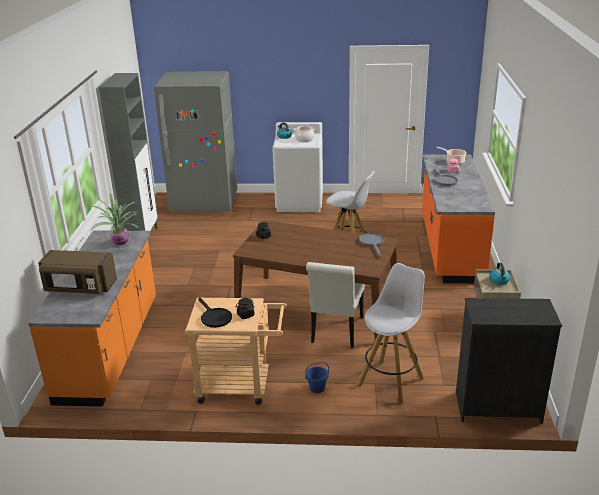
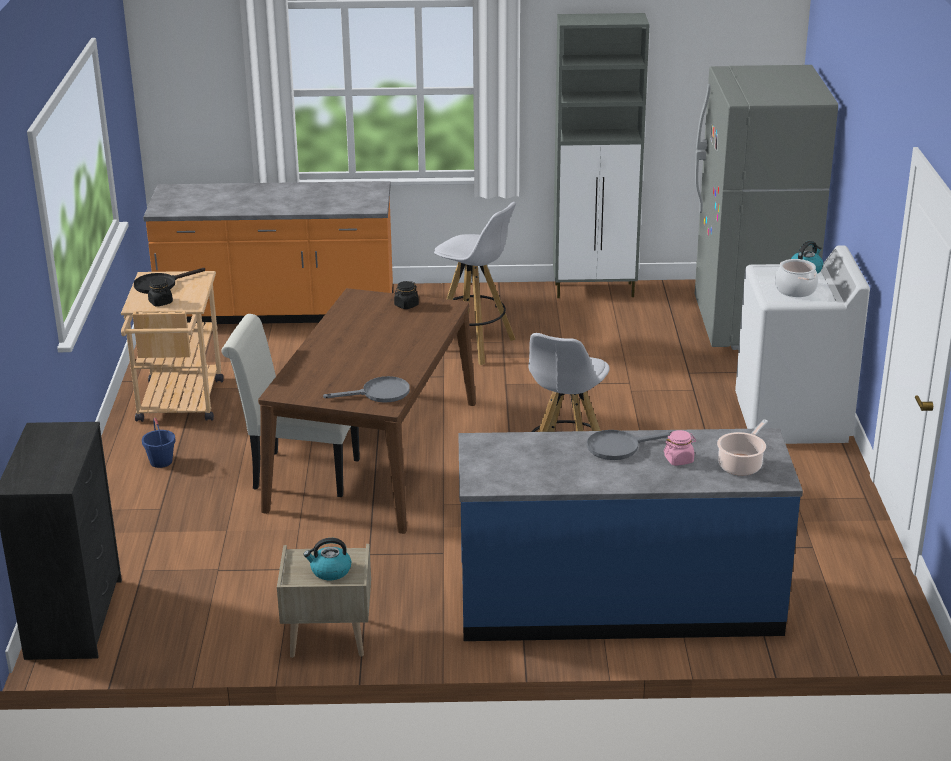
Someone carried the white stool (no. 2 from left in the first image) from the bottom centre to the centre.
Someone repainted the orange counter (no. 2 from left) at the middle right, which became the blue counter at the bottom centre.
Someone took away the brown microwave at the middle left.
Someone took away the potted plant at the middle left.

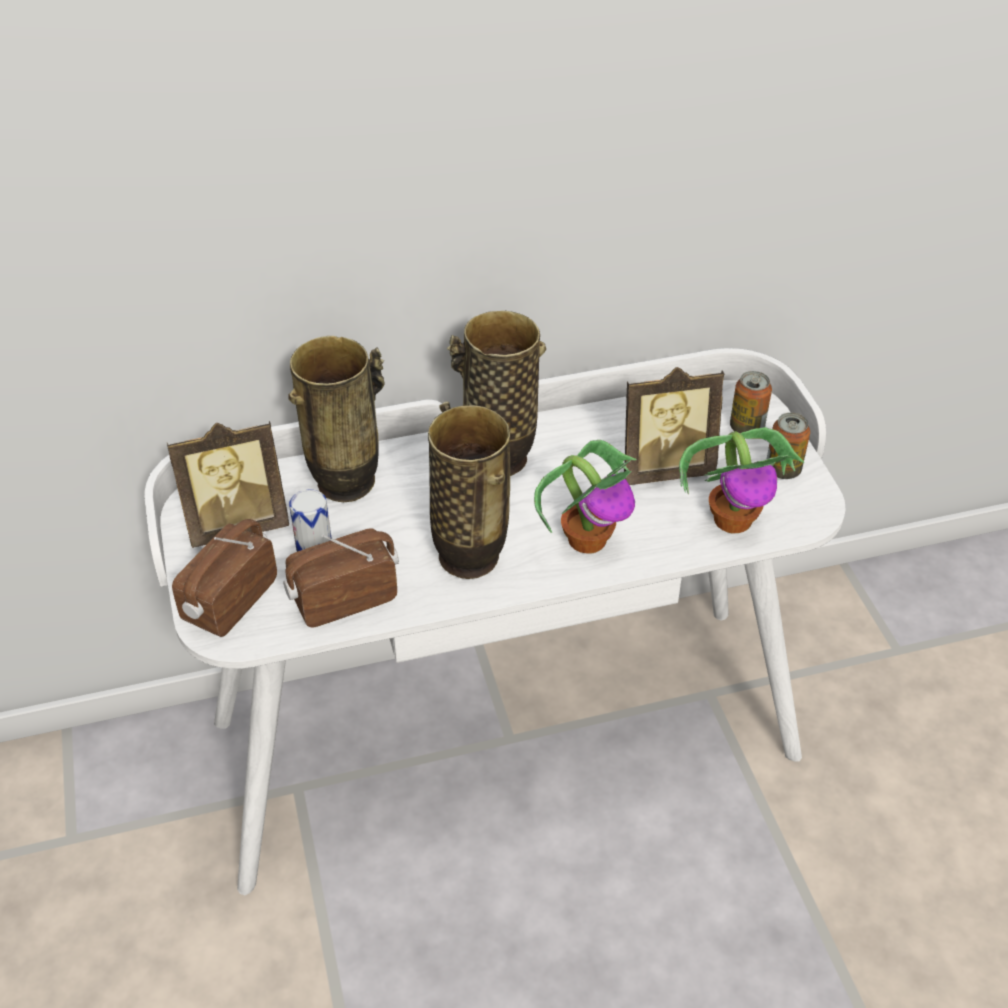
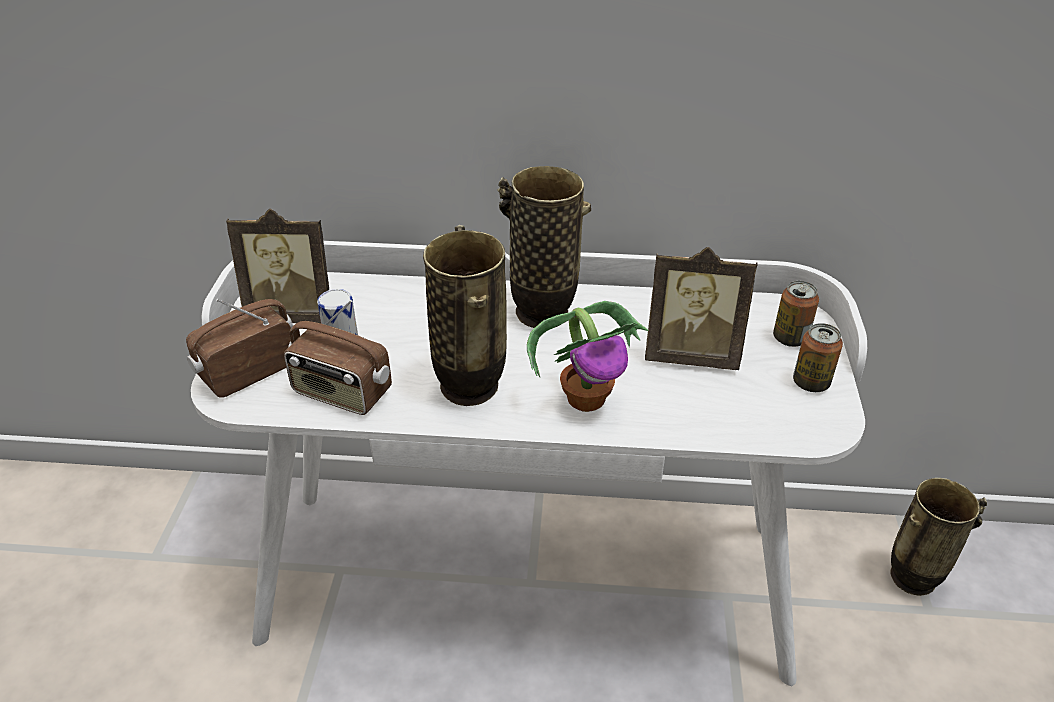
Someone rotated the radio (no. 2 from left) at the centre by 150 degrees counterclockwise.
Someone carried the vase (no. 1 from left in the first image) from the centre to the bottom right.
Someone took away the potted plant (no. 2 from left) at the middle right.

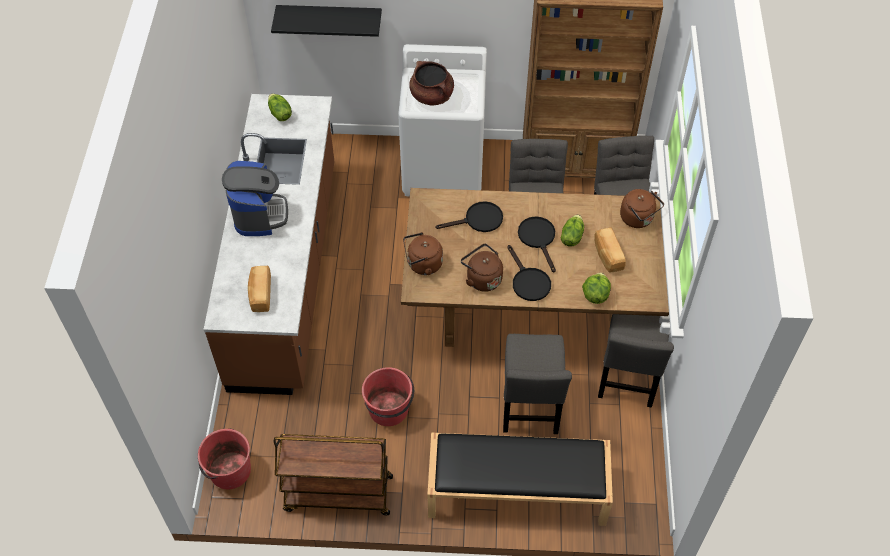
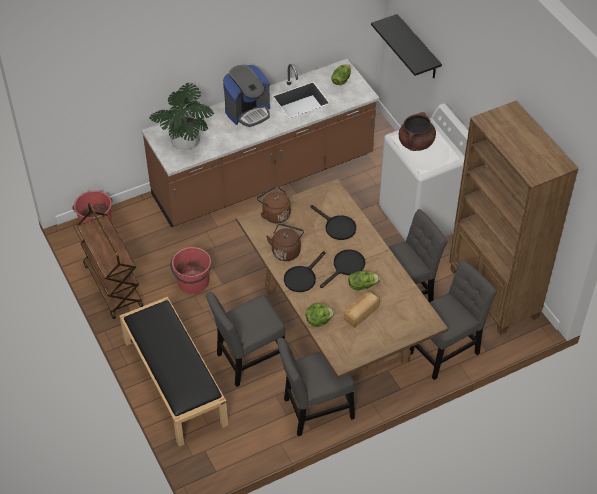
Someone swapped the bread (no. 1 from left) at the middle left for the potted plant at the top left.
Someone took away the brown kettle (no. 3 from left) at the middle right.

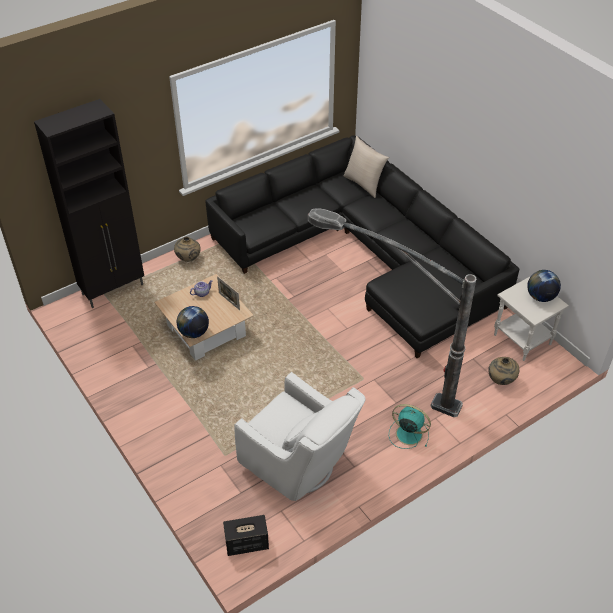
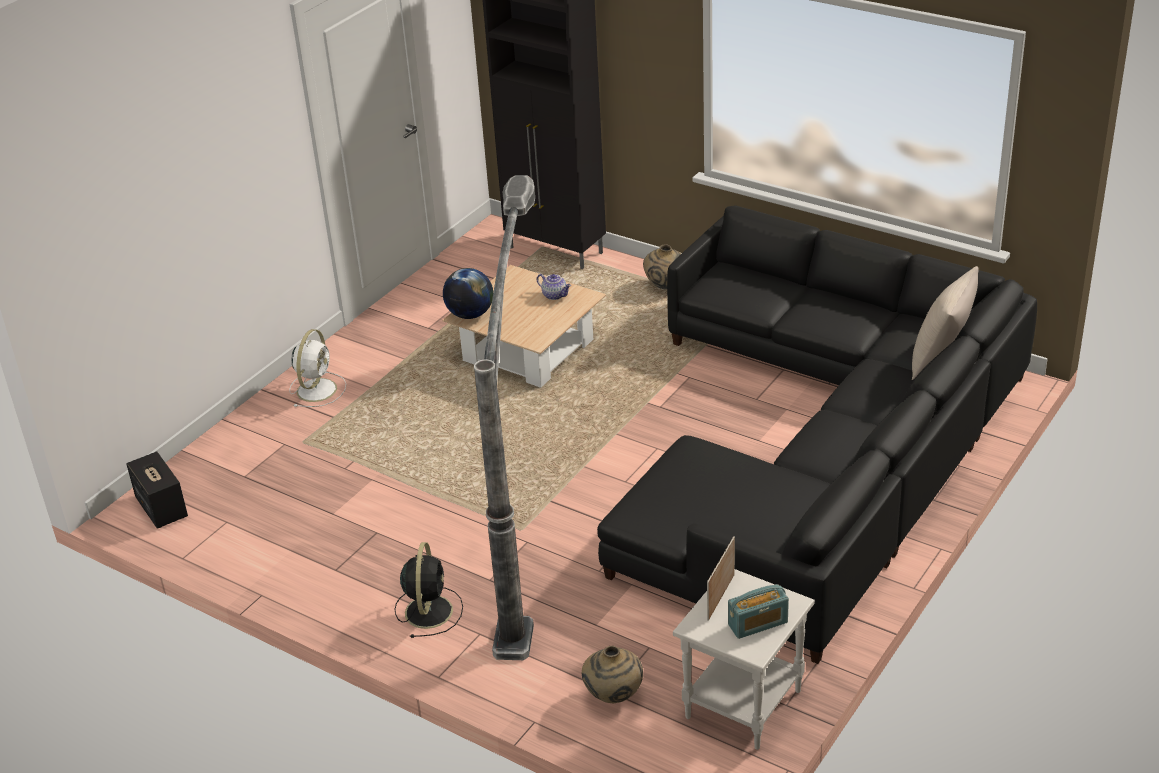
Someone put down the white fan at the middle left.
Someone repainted the turquoise fan at the bottom right, which became the black fan at the bottom centre.
Someone carried the picture frame from the centre to the bottom centre.
Someone swapped the globe (no. 2 from left) at the middle right for the radio at the bottom centre.
Someone took away the white armchair at the bottom centre.

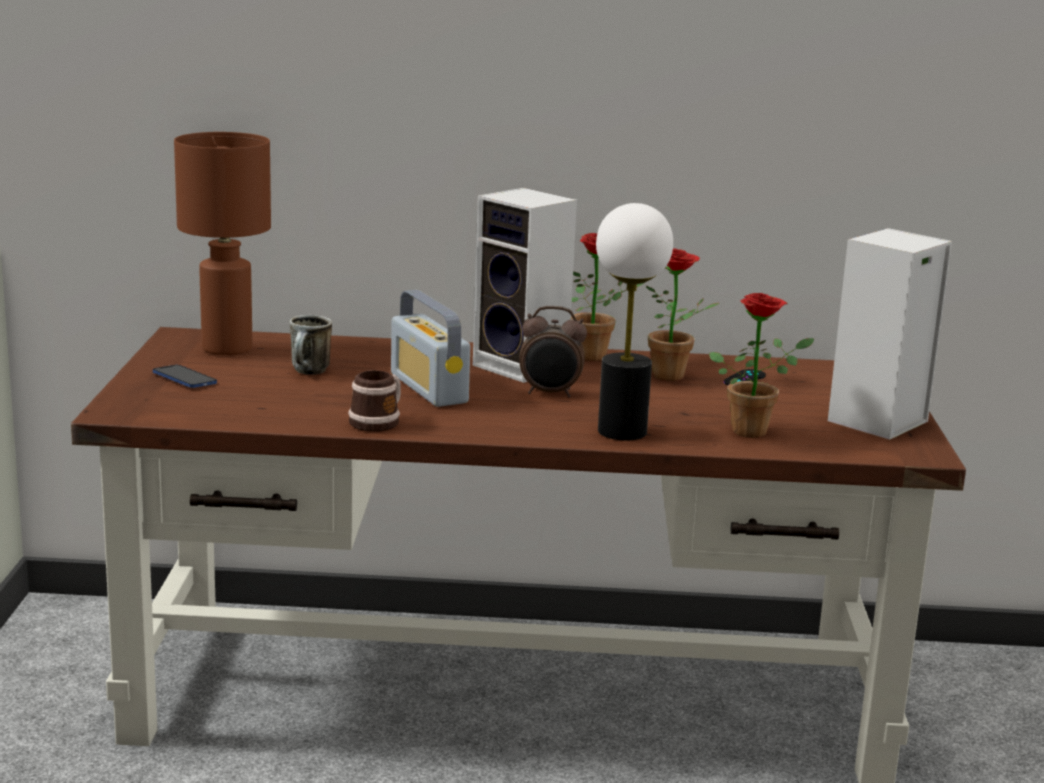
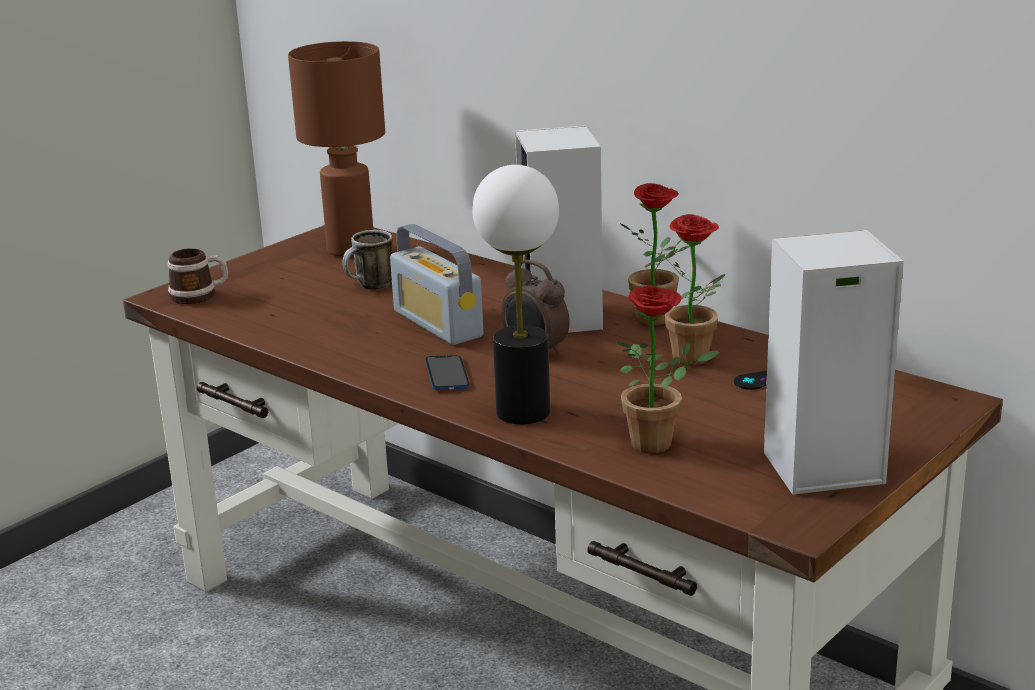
Someone carried the mug (no. 2 from left in the first image) from the centre to the middle left.
Someone rotated the radio at the centre by 45 degrees counterclockwise.
Someone carried the phone from the middle left to the centre.

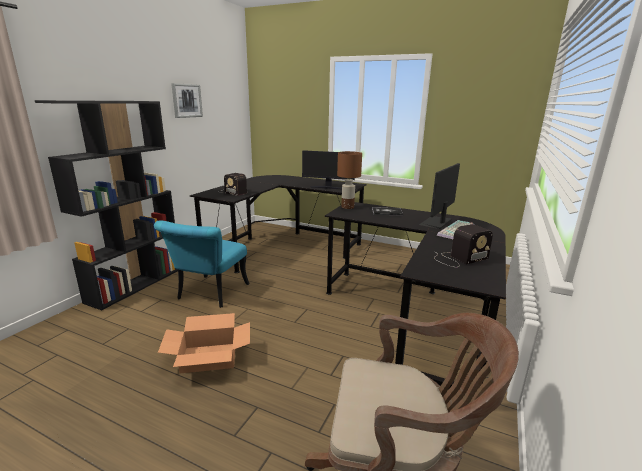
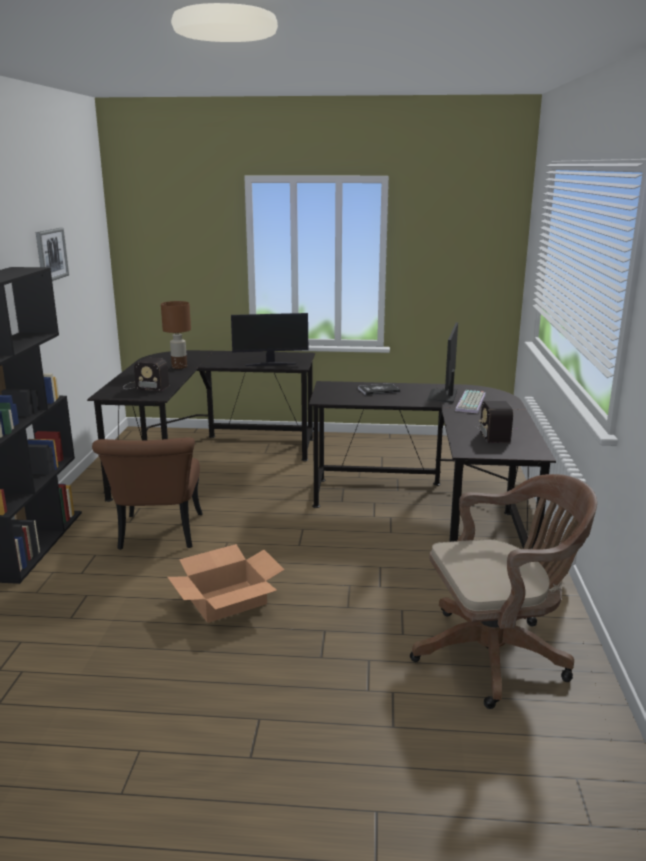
Someone repainted the turquoise chair at the middle left, which became the brown chair at the middle left.
Someone carried the brown table lamp from the centre to the middle left.
Someone rotated the radio (no. 2 from left) at the middle right by 135 degrees clockwise.

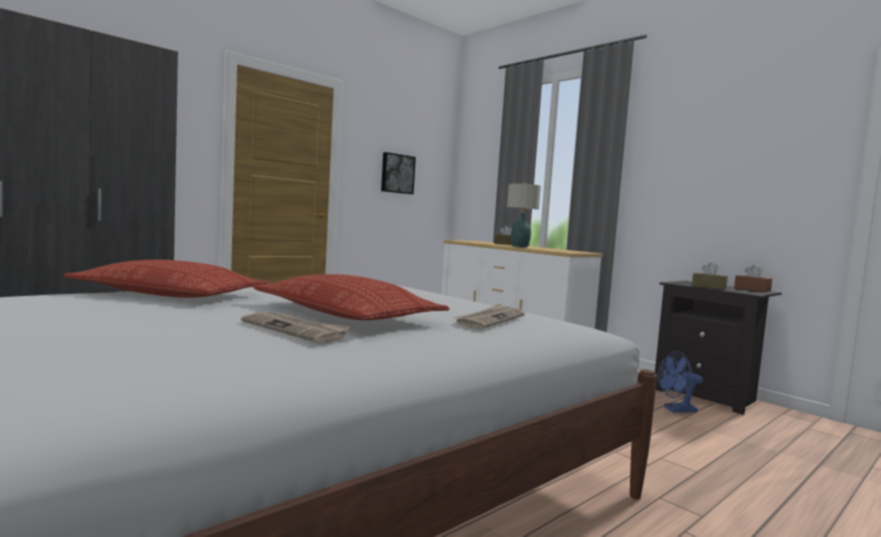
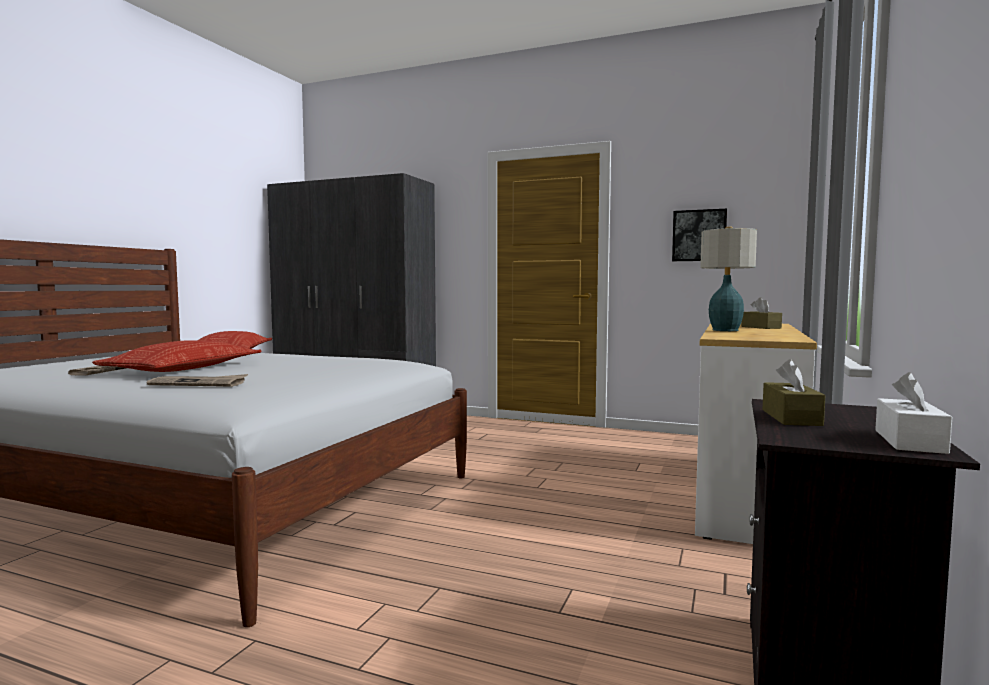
Someone repainted the brown tissue box (no. 3 from left) at the middle right, which became the white tissue box at the middle right.
Someone took away the blue fan at the bottom right.

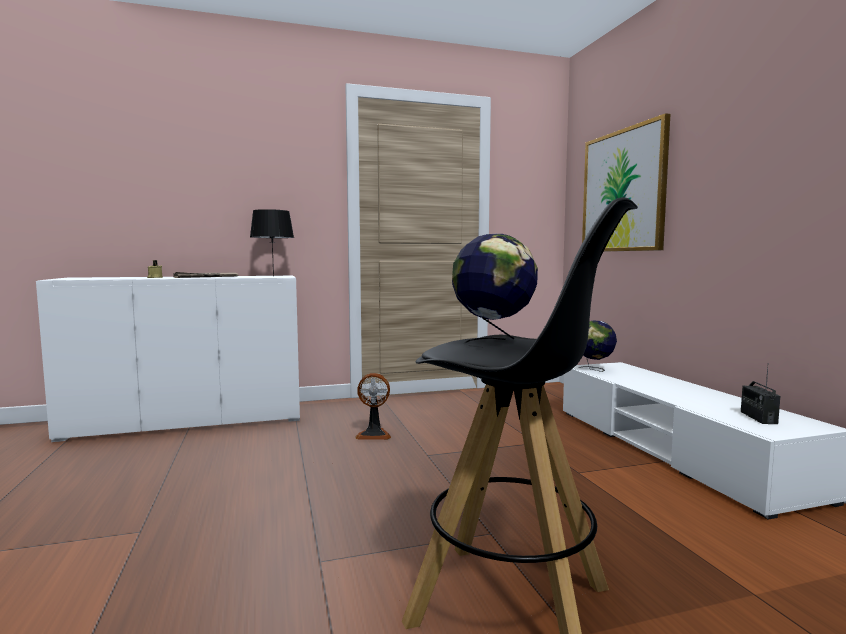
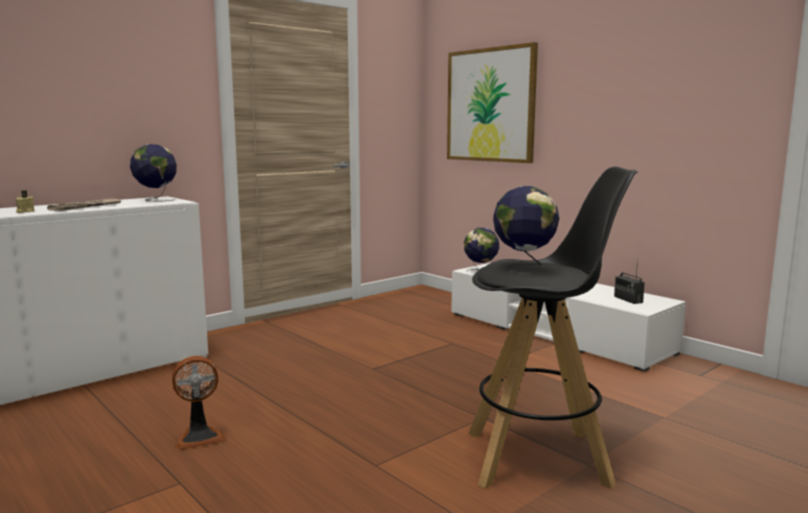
Someone swapped the black table lamp at the middle left for the globe (no. 1 from left) at the middle left.
Someone carried the fan from the centre to the bottom left.

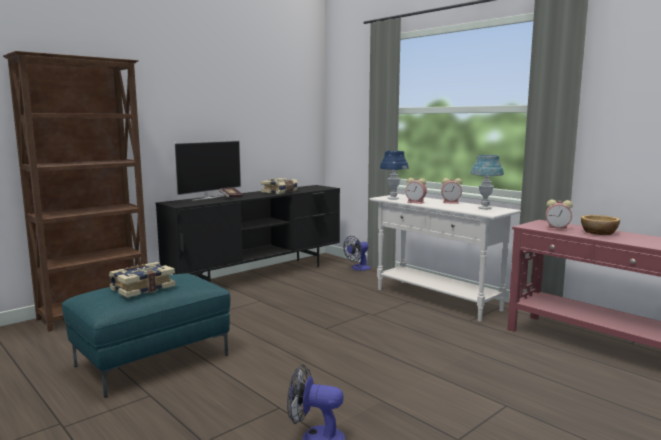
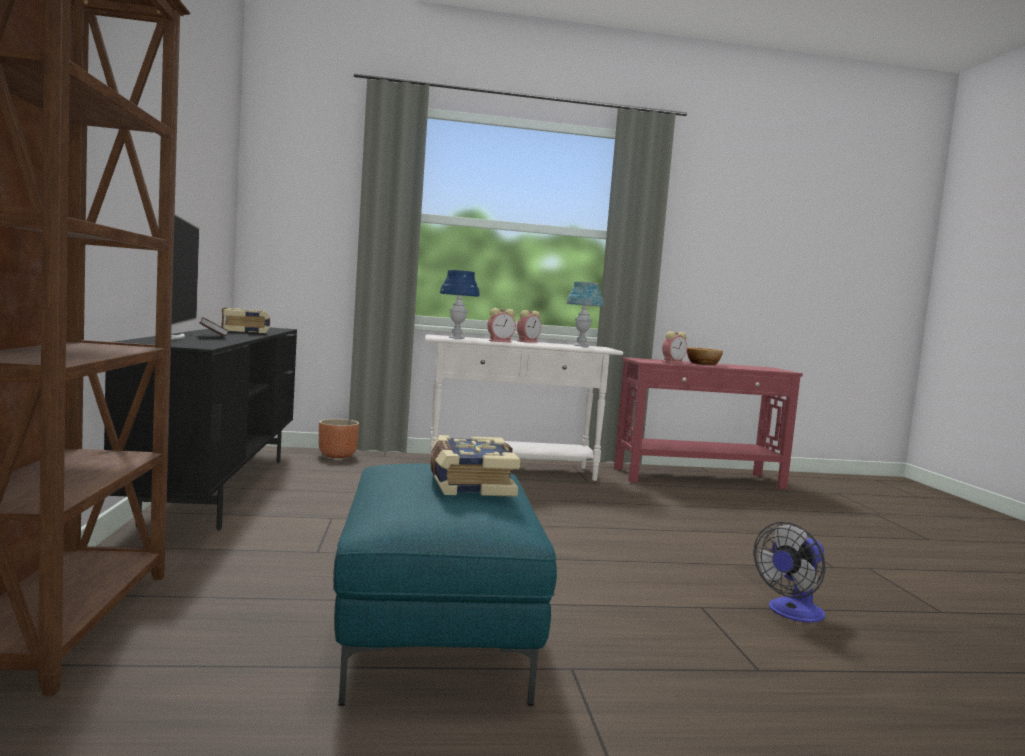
Someone swapped the fan (no. 2 from left) at the centre for the brown planter at the middle left.

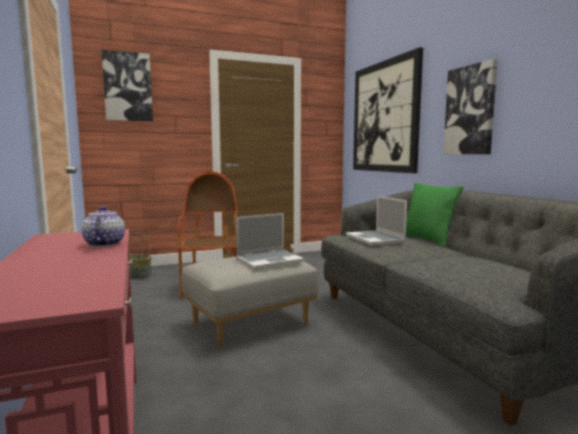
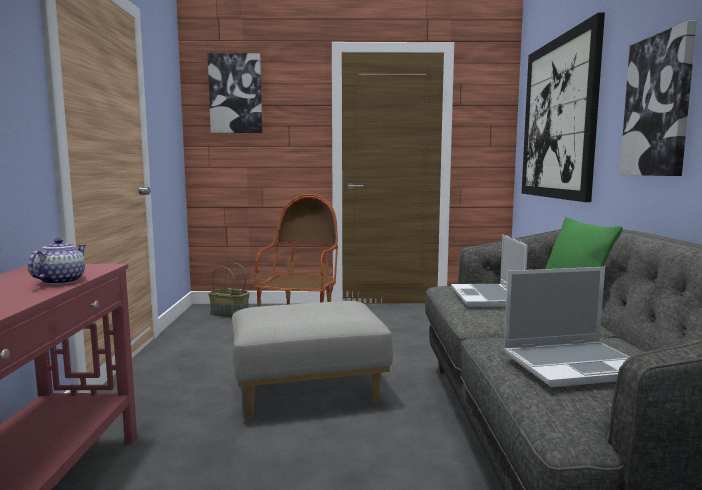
Someone carried the laptop (no. 1 from left in the first image) from the centre to the bottom right.

